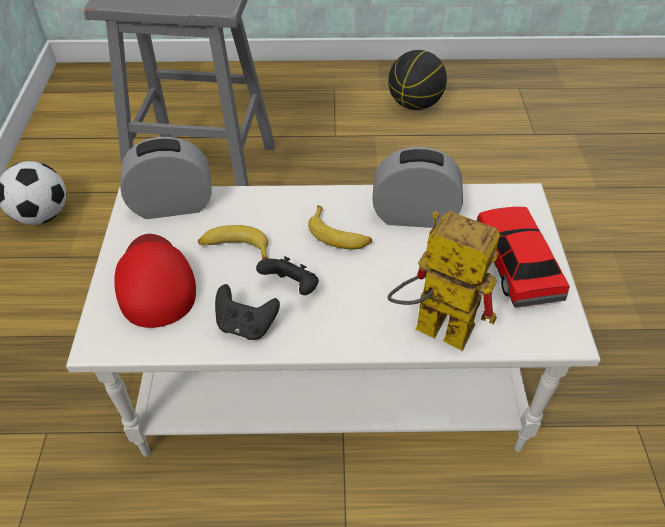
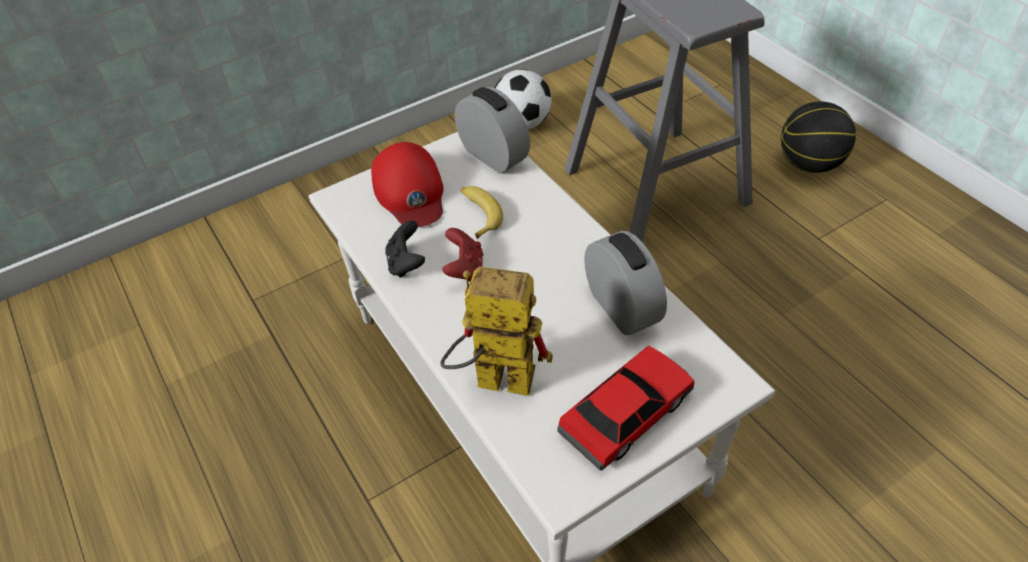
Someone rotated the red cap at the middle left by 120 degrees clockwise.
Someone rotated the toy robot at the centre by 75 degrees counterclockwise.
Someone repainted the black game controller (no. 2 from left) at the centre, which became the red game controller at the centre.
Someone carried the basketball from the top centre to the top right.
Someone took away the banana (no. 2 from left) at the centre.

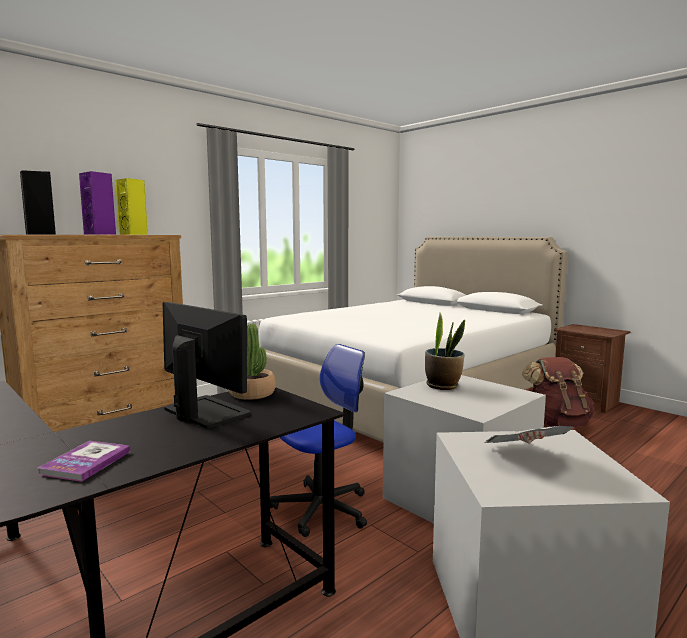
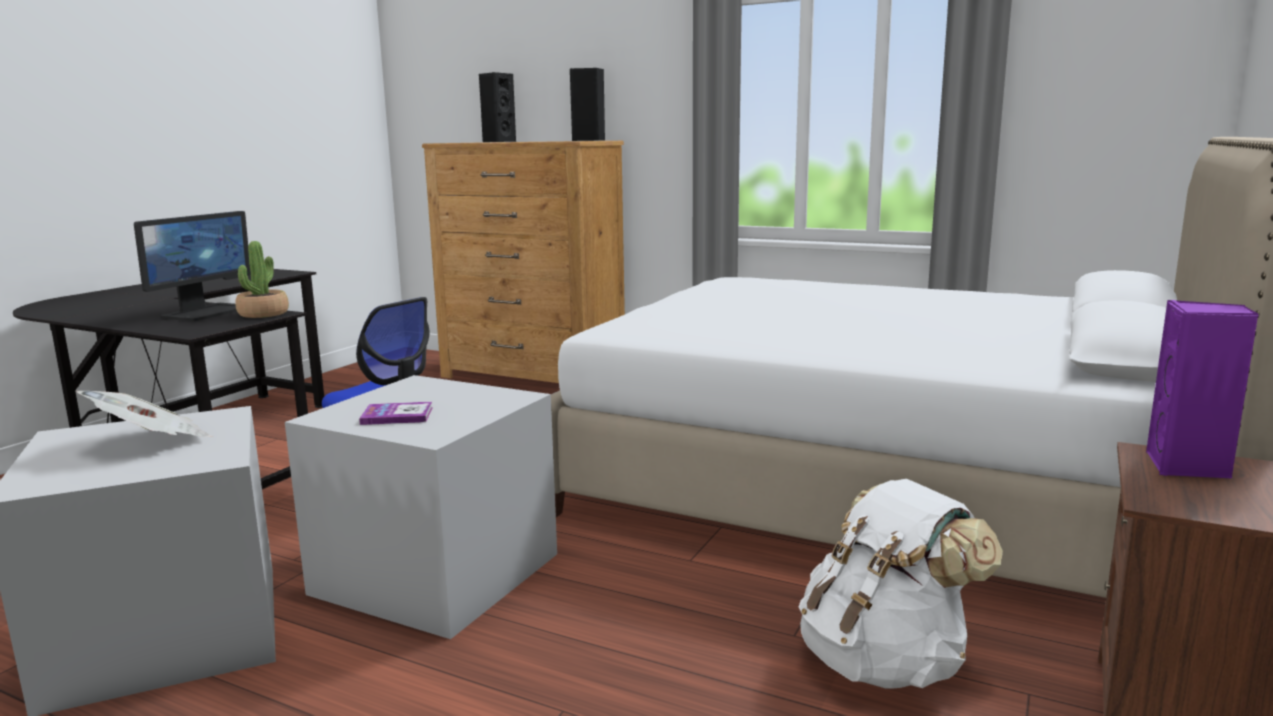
Someone carried the book from the bottom left to the middle left.
Someone repainted the yellow speaker at the top left, which became the black speaker (no. 2 from left) at the top centre.
Someone repainted the brown backpack at the middle right, which became the white backpack at the bottom right.
Someone carried the purple speaker from the top left to the middle right.
Someone took away the potted plant (no. 2 from left) at the centre.

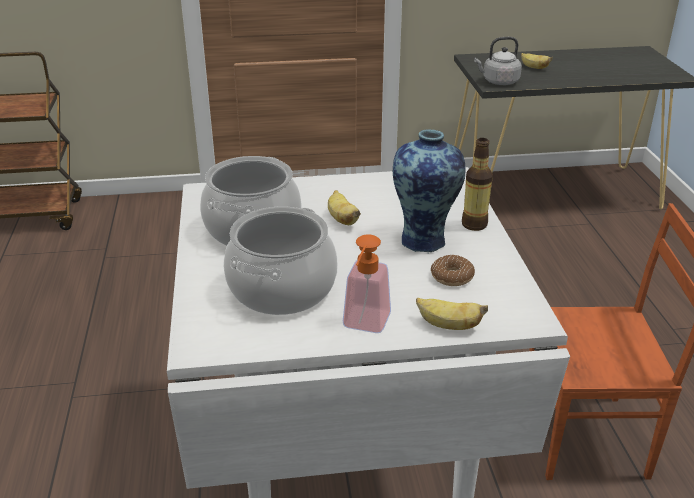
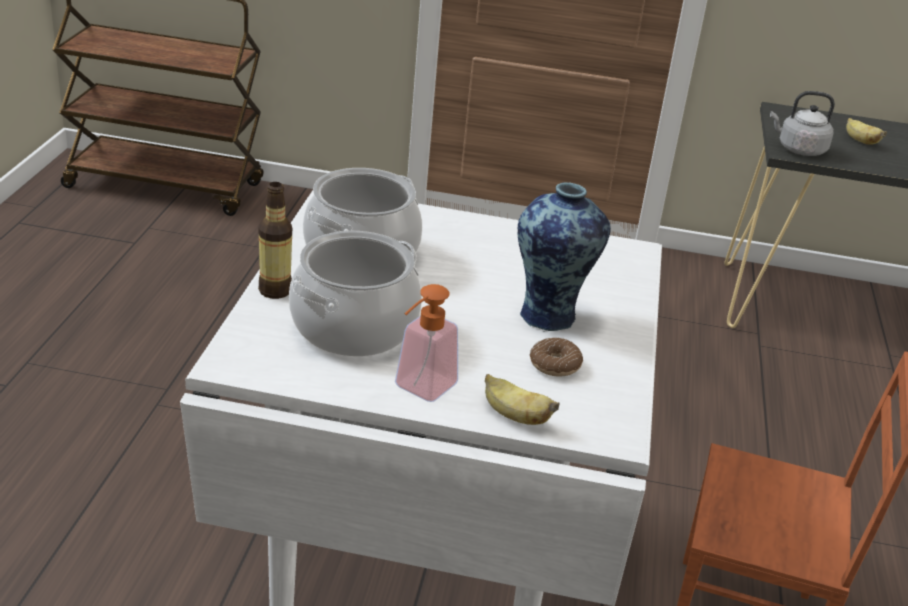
Someone carried the bottle from the middle right to the middle left.
Someone took away the banana (no. 1 from left) at the centre.

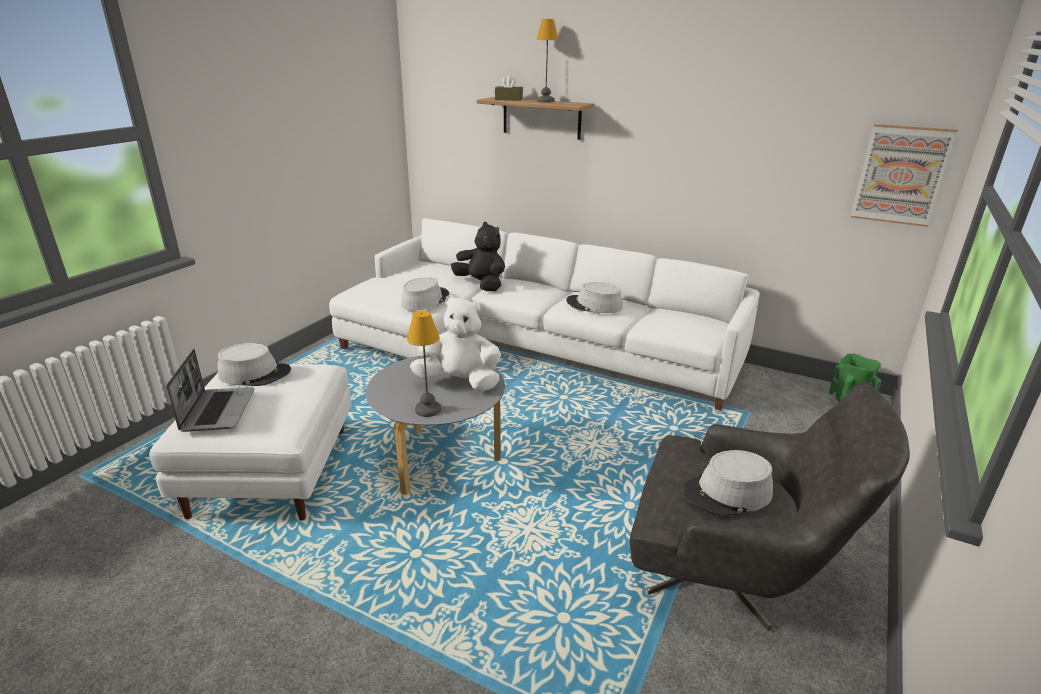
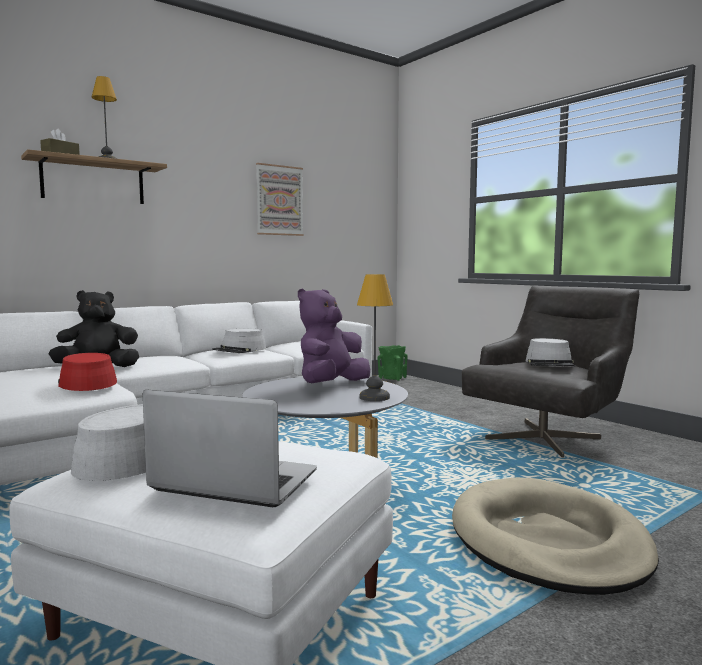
Someone repainted the grey hat (no. 2 from left) at the centre, which became the red hat at the middle left.
Someone carried the picture from the top right to the top centre.
Someone repainted the white plush toy at the centre, which became the purple plush toy at the centre.
Someone put down the beige dog bed at the bottom right.

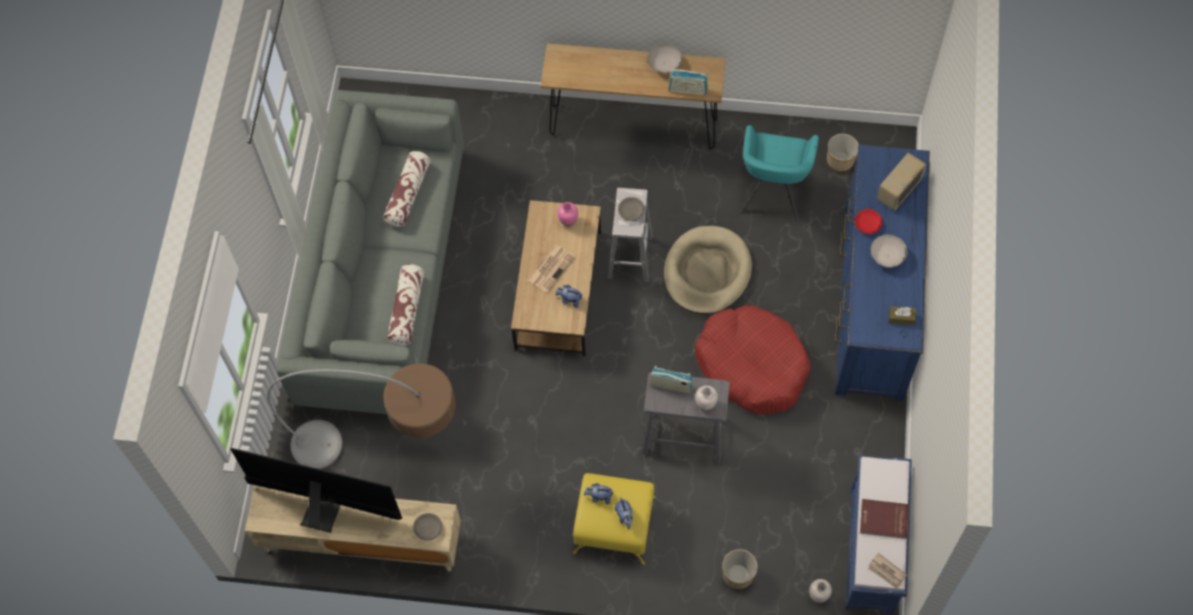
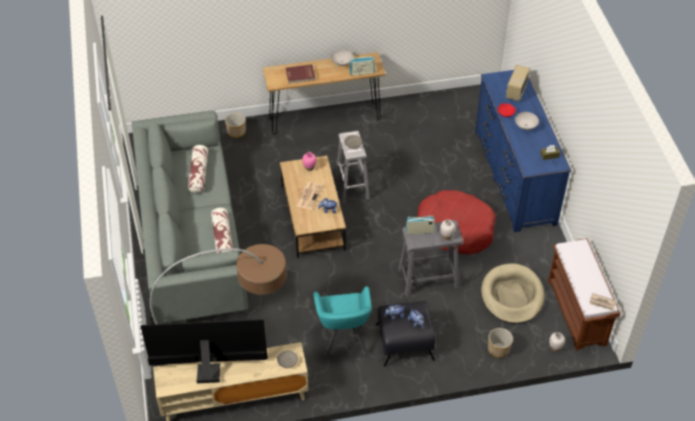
Someone carried the planter (no. 2 from left in the first image) from the top right to the top centre.
Someone carried the red book from the bottom right to the top centre.
Someone carried the turquoise armchair from the top centre to the bottom centre.
Someone repainted the yellow ottoman at the bottom centre, which became the black ottoman at the bottom centre.
Someone carried the beige dog bed from the centre to the bottom right.
Someone repainted the blue bench at the bottom right, which became the brown bench at the bottom right.

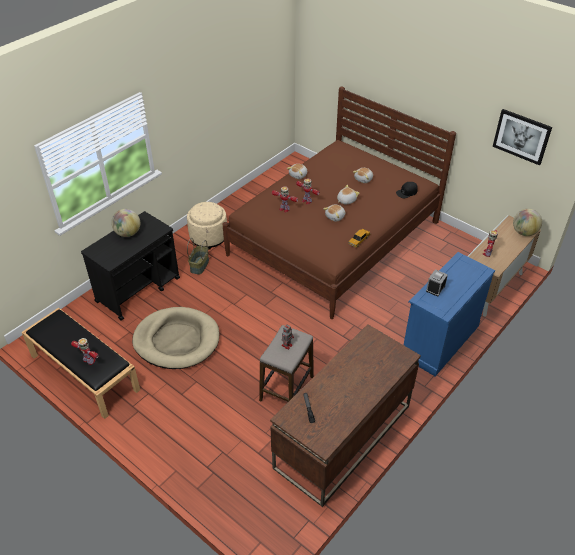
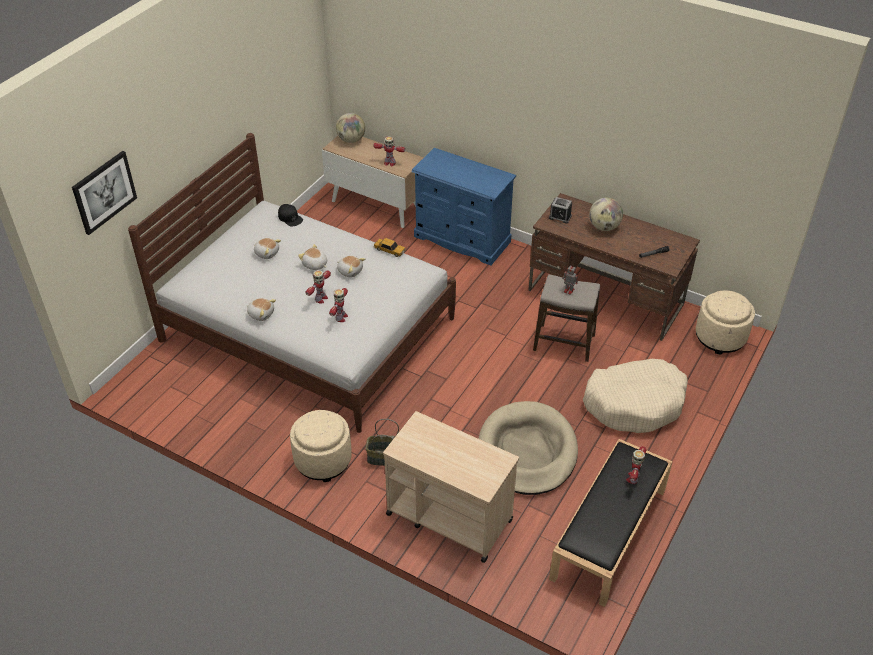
Someone carried the picture from the top right to the top left.
Someone repainted the brown bed at the centre, which became the white bed at the centre.
Someone repainted the black cart at the middle left, which became the beige cart at the bottom centre.
Someone carried the alarm clock from the middle right to the top centre.
Someone put down the beige dog bed (no. 2 from left) at the middle right.
Someone carried the globe (no. 1 from left in the first image) from the middle left to the top right.
Someone put down the beige ottoman (no. 2 from left) at the middle right.

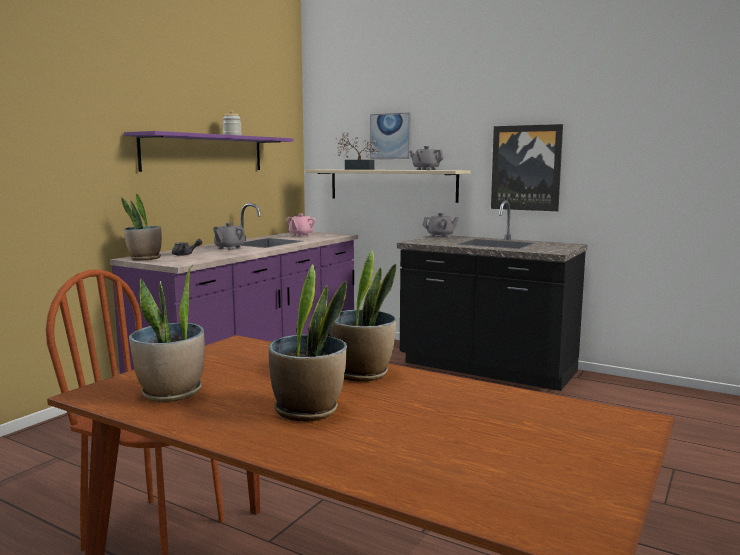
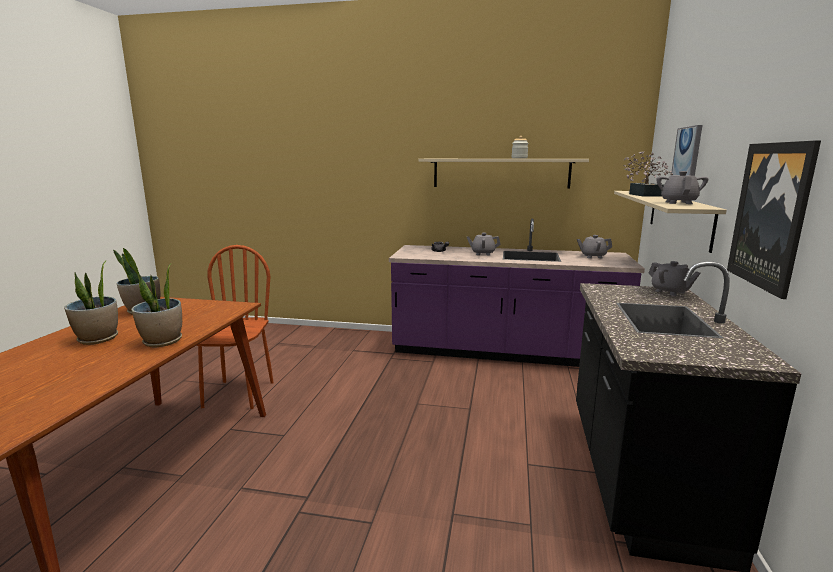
Someone repainted the purple shelf at the top left, which became the beige shelf (no. 1 from left) at the top centre.
Someone repainted the pink teapot at the centre, which became the grey teapot (no. 3 from left) at the middle right.
Someone took away the potted plant (no. 1 from left) at the middle left.

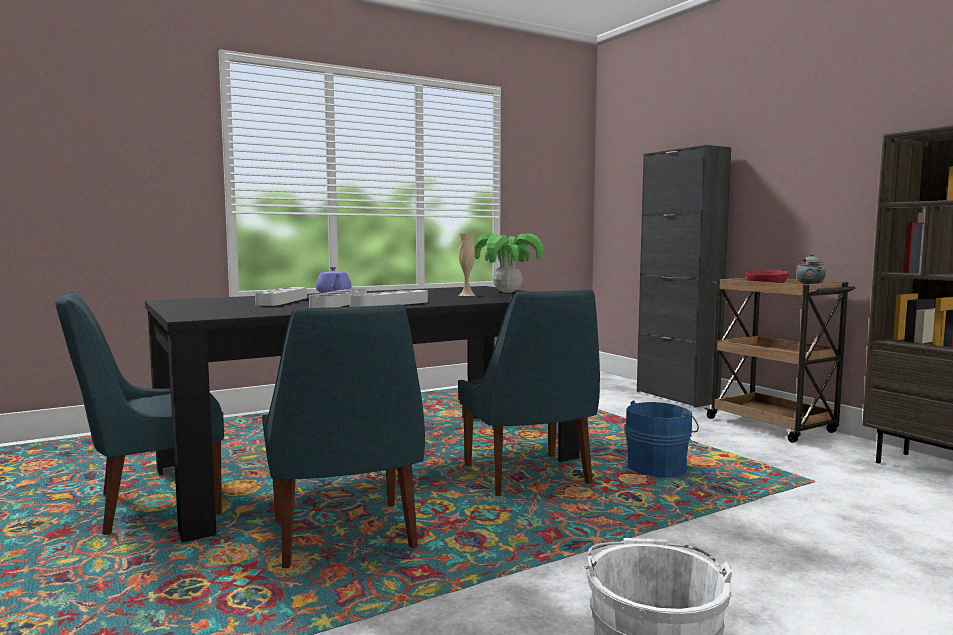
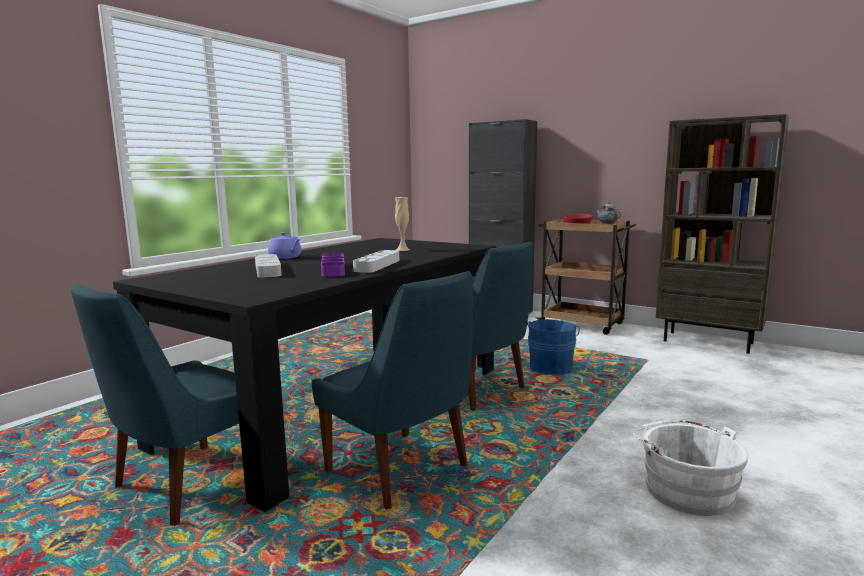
Someone repainted the grey tray (no. 2 from left) at the centre, which became the purple tray at the centre.
Someone took away the potted plant at the centre.

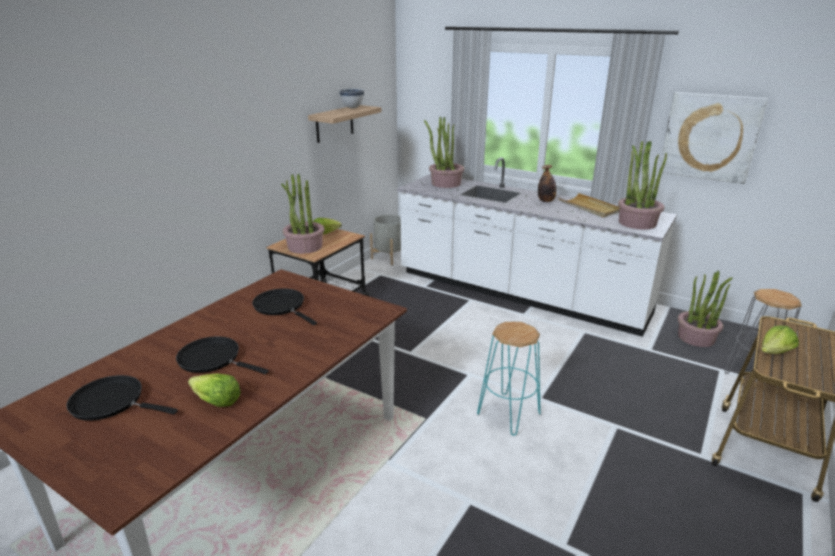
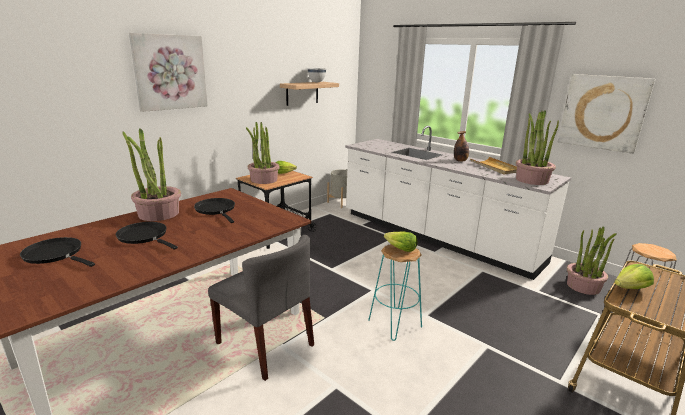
Someone carried the potted plant (no. 2 from left in the first image) from the top centre to the middle left.
Someone put up the picture (no. 1 from left) at the top left.
Someone put down the grey chair at the bottom centre.
Someone carried the lettuce (no. 1 from left in the first image) from the bottom left to the centre.

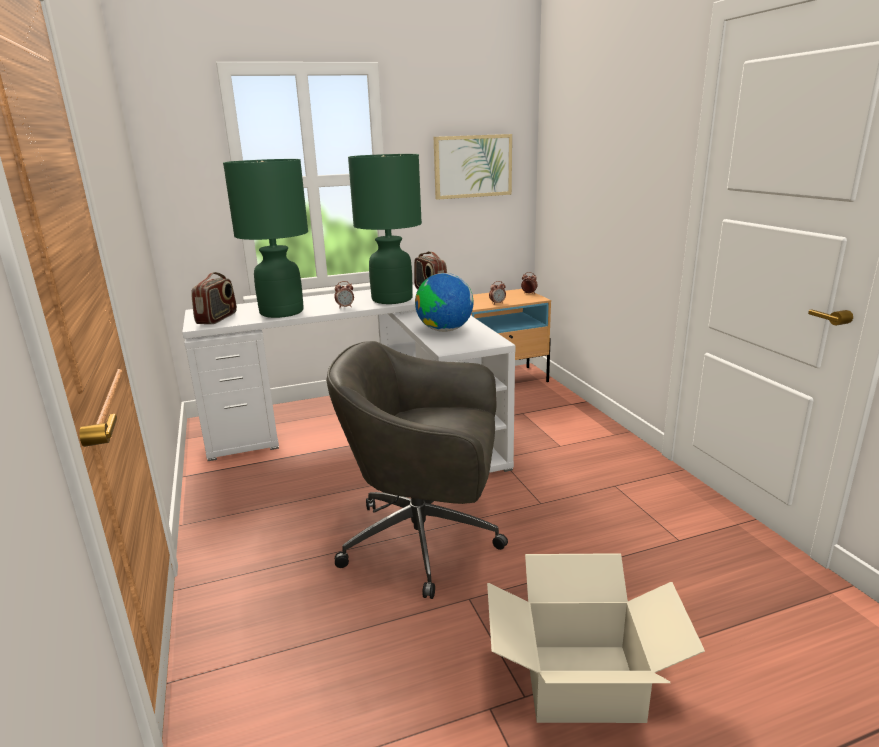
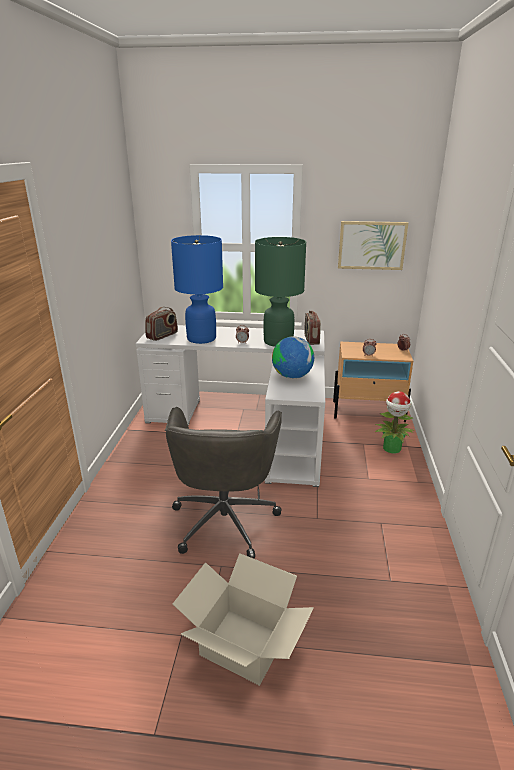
Someone rotated the grey office chair at the centre by 120 degrees counterclockwise.
Someone repainted the green table lamp (no. 1 from left) at the top left, which became the blue table lamp at the centre.
Someone put down the potted plant at the middle right.

